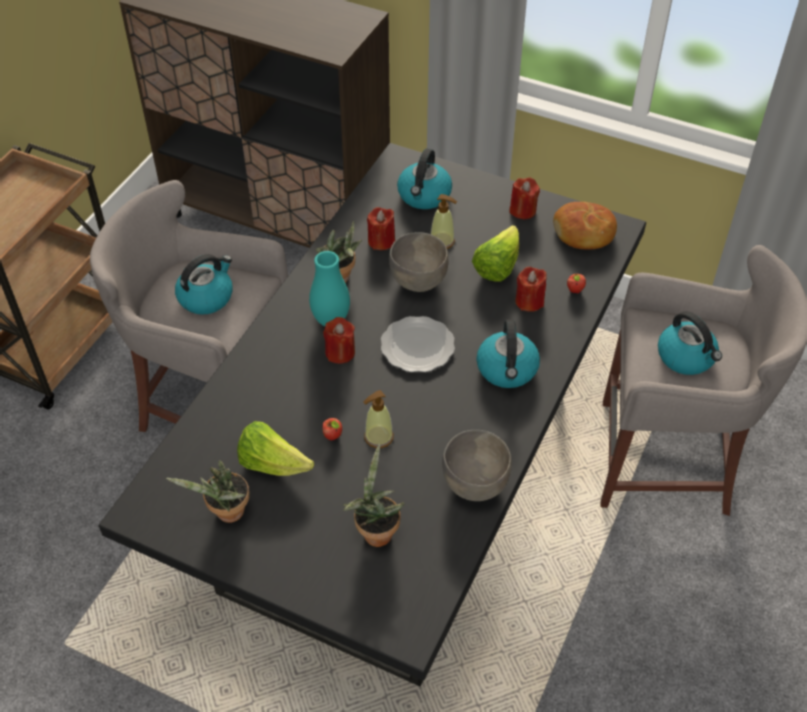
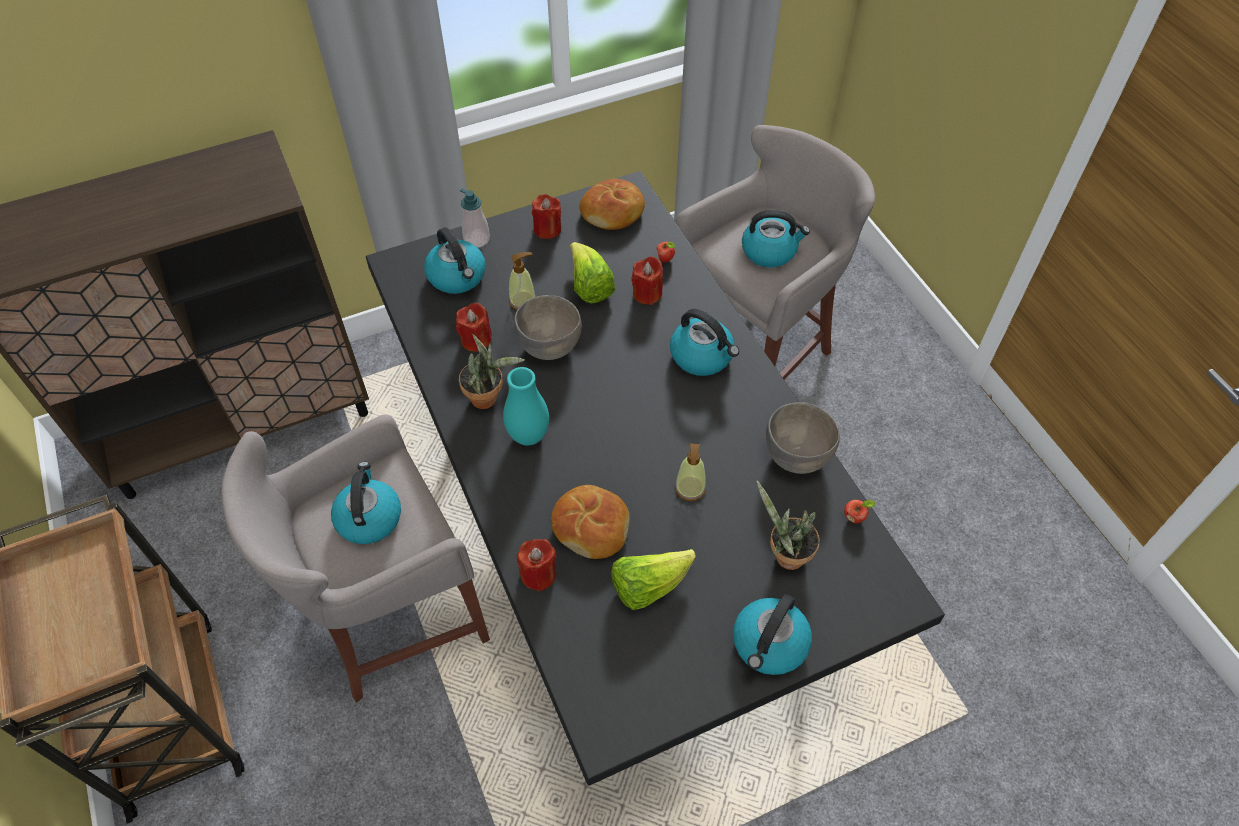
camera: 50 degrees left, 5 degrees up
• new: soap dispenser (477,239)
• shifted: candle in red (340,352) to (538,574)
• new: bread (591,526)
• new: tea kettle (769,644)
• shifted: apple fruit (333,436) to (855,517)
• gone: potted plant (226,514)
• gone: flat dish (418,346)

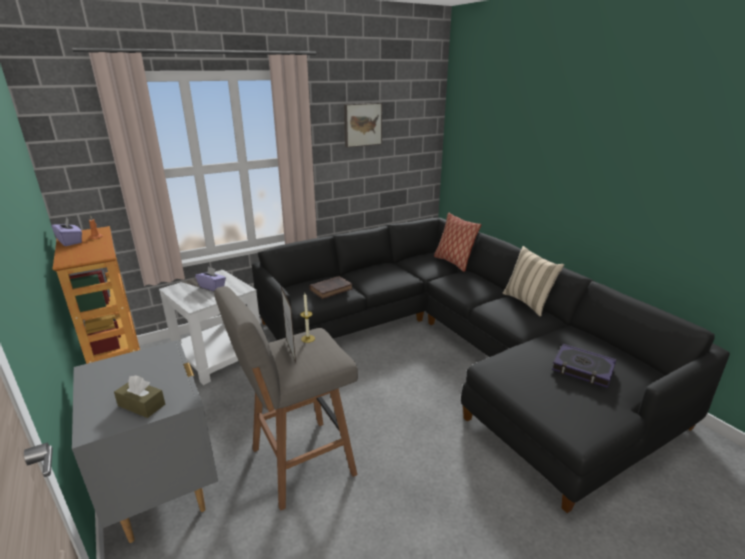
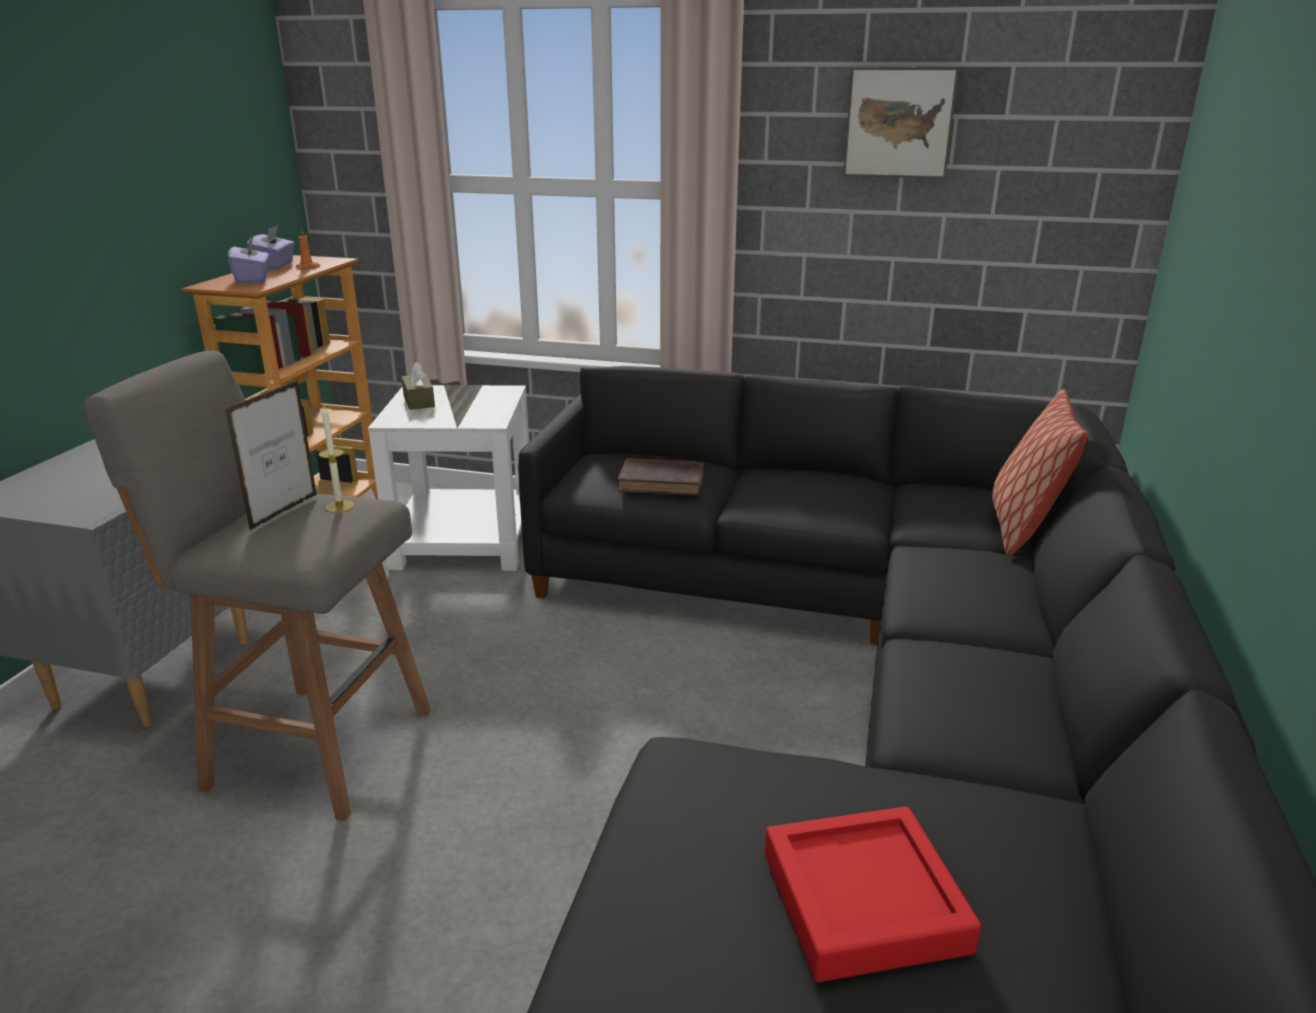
camera: 45 degrees right, 0 degrees up
• shifted: tissue holder in purple (212,287) to (253,279)
• shifted: tissue holder in brown-coloured (141,405) to (419,401)
• swapped: bound book (582,369) to tray in red (863,902)
• gone: cushion in sand-coloured (528,302)

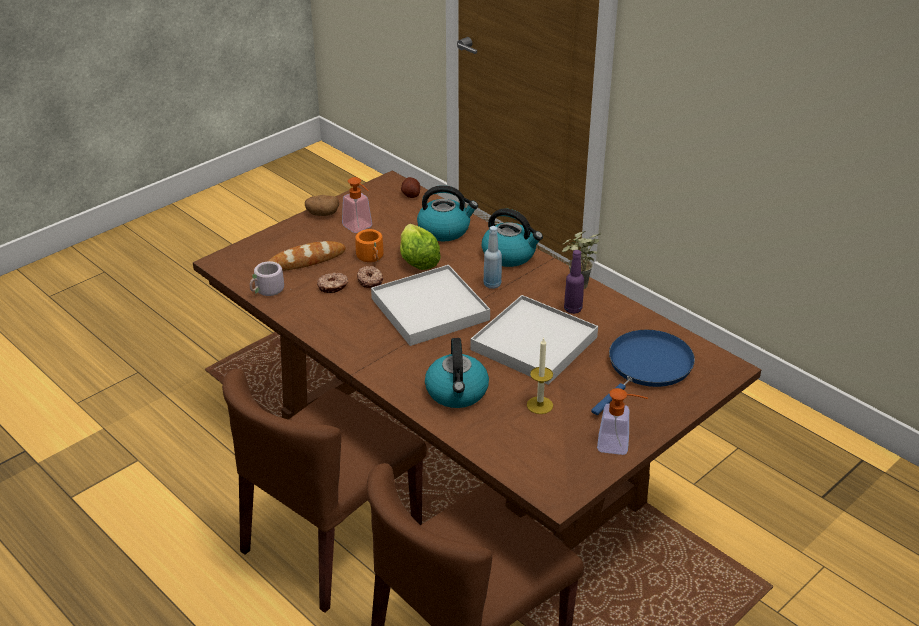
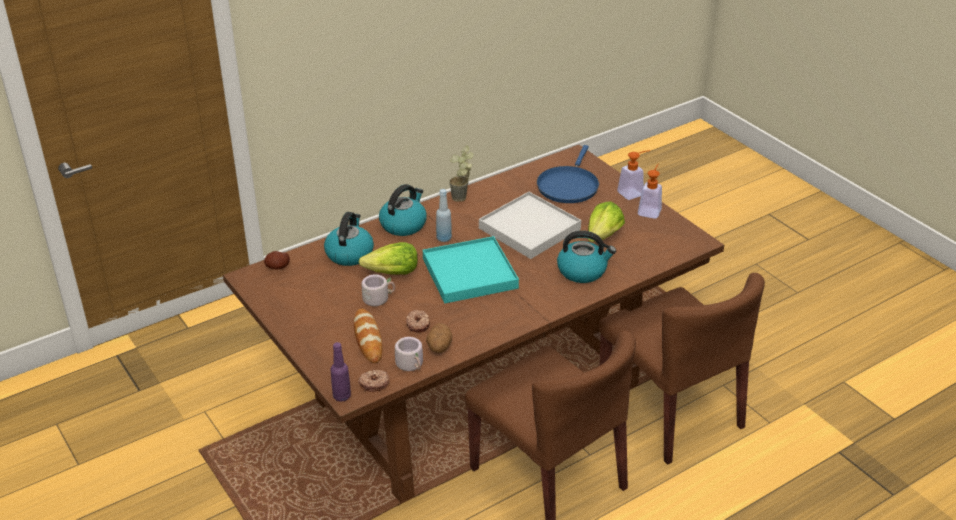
camera: 80 degrees left, 0 degrees up
• shifted: bottle in purple (573,309) to (342,396)
• shifted: doughnut (370,281) to (374,383)
• repainted: tea mug in orange-coloured (372,257) to tea mug in grey (378,298)
• repainted: tray in whitish (430,309) to tray in turquoise (470,273)
• shifted: whole potato (322,214) to (439,347)
• rotated: skillet in blue-coloured (647,367) = (568,186) 120 degrees counterclockwise
• swapped: candle (540,405) to lettuce (603,236)
• shifted: soap dispenser (360,228) to (634,192)

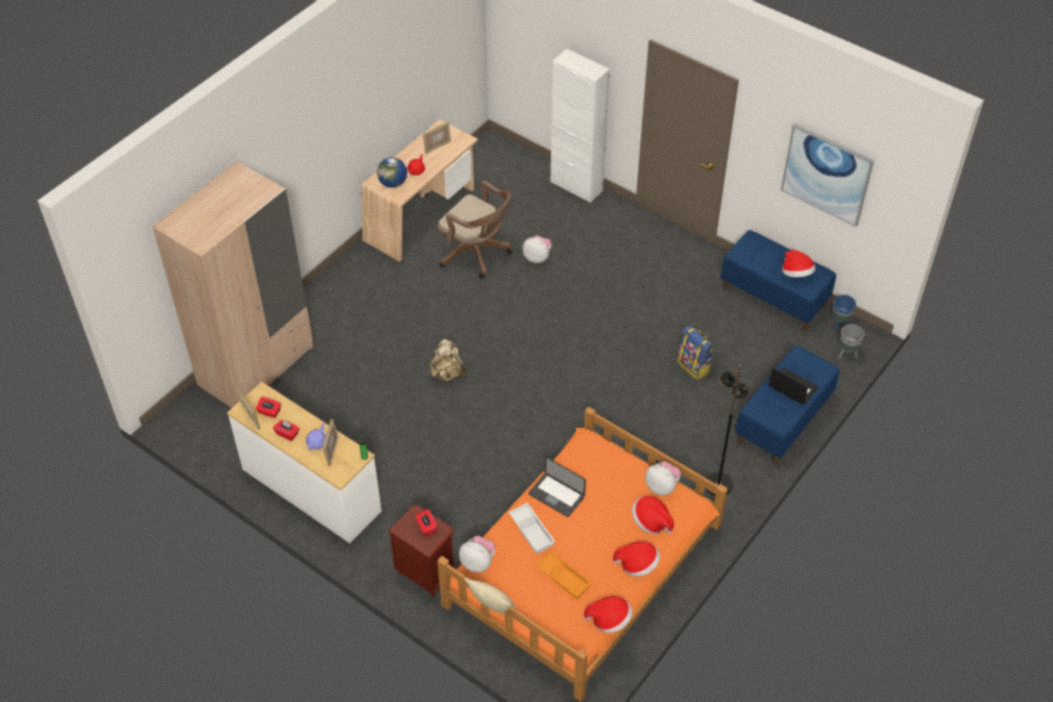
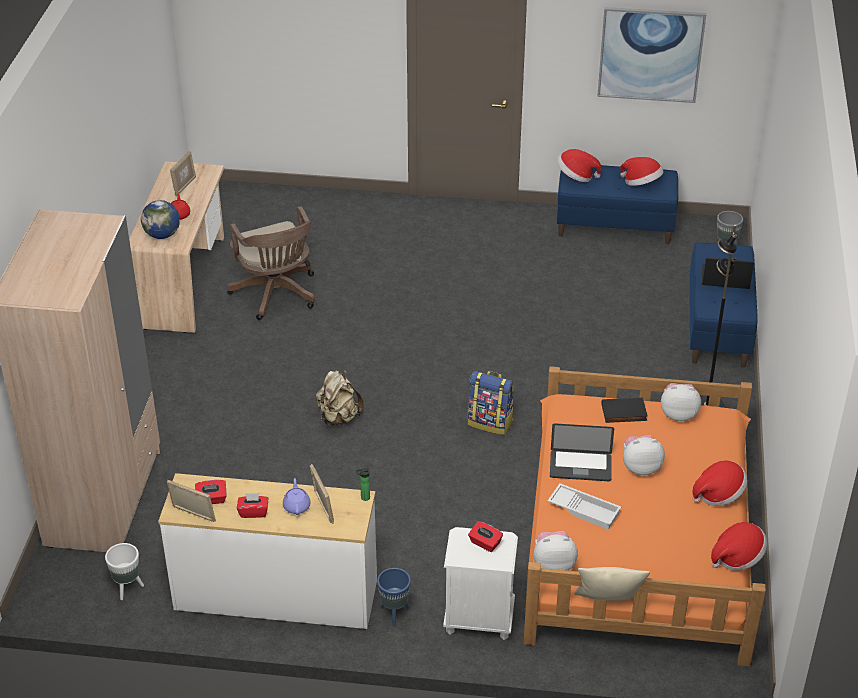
camera: 30 degrees left, 10 degrees down
• new: planter in whitish (127,588)
• rotated: desk chair in brown-coloured (476,254) = (276,295) 60 degrees clockwise
• shifted: planter in blue-coloured (839,325) to (394,614)
• repainted: bedside table in brown-coloured (426,573) to bedside table in whitish (478,619)
• shifted: knapsack (694,366) to (490,422)
• shifted: clothing hat (651,521) to (576,176)
• new: bound book in black (623,413)
• shifted: soft toy (537,257) to (640,467)
• gone: tray in orange-coloured (564,577)
• gone: cupboard in whitish (576,186)

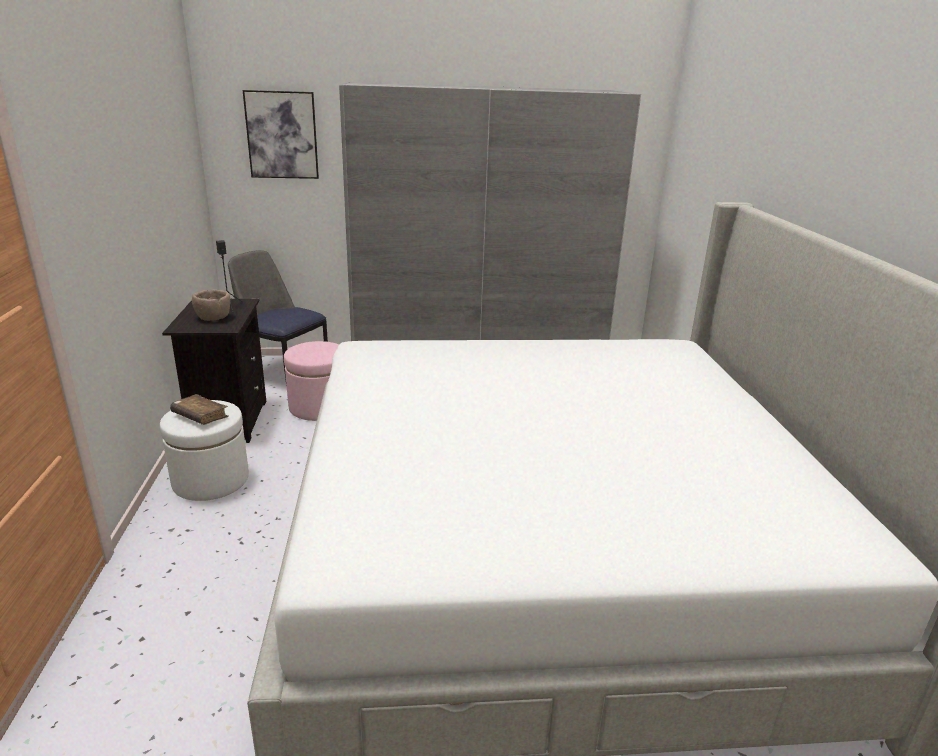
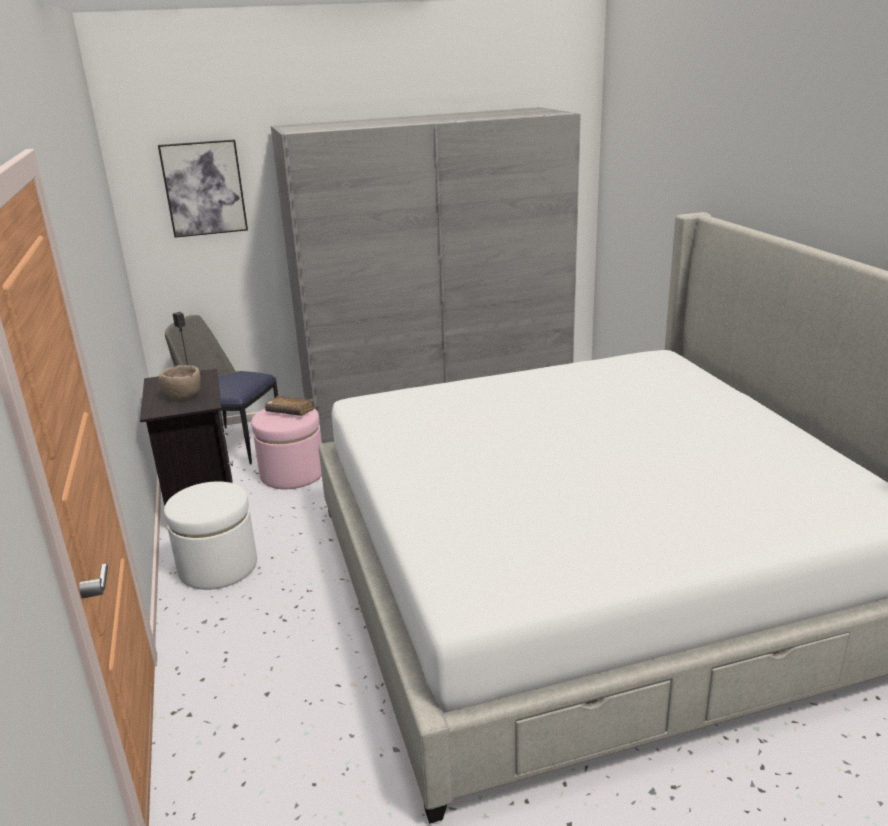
camera: 10 degrees left, 0 degrees up
• shifted: bound book in brown-coloured (200,416) to (290,412)

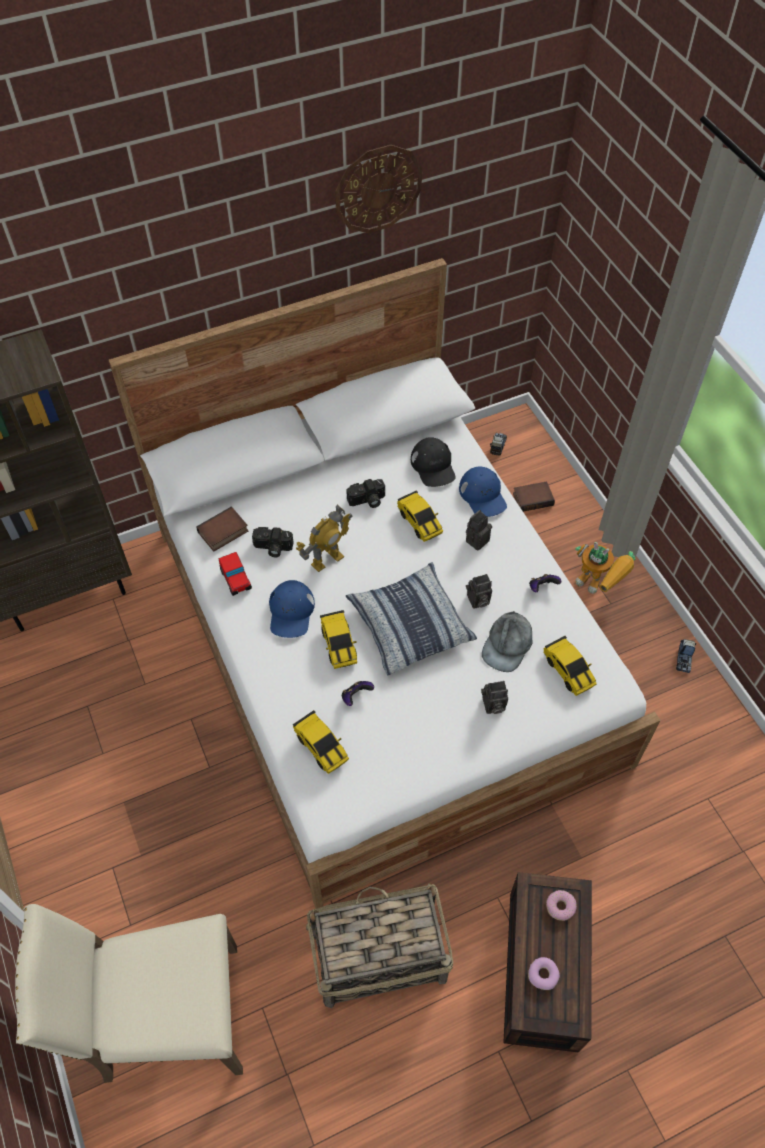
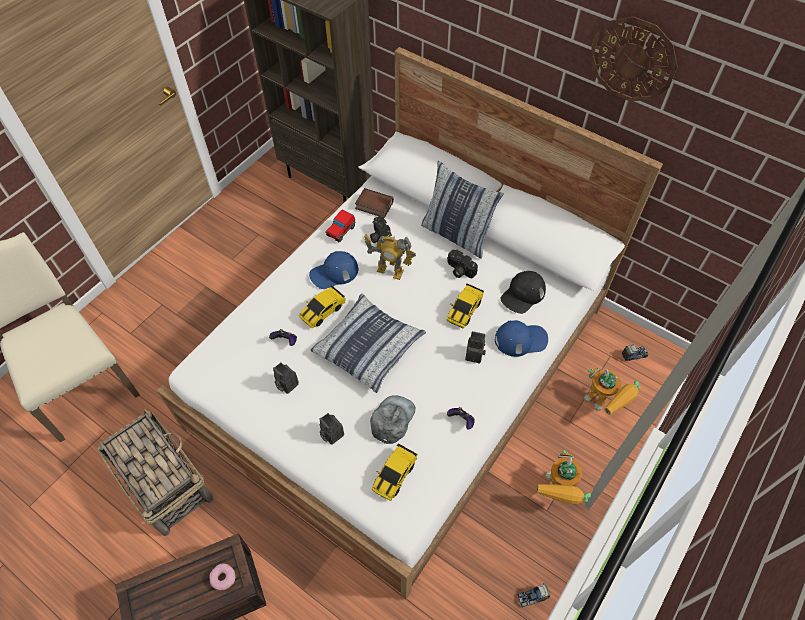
camera: 60 degrees right, 0 degrees up
• shifted: still camera (477,601) to (286,384)
• rotated: baseball cap in grey (507,644) = (392,420) 120 degrees clockwise
• new: cushion (456,235)
• rotated: baseball cap in blue-coloured (483,495) = (521,339) 135 degrees counterclockwise
• swapped: bound book (533,498) to robot figure (604,404)
• gone: model car (321,746)
• gone: doughnut (543,974)

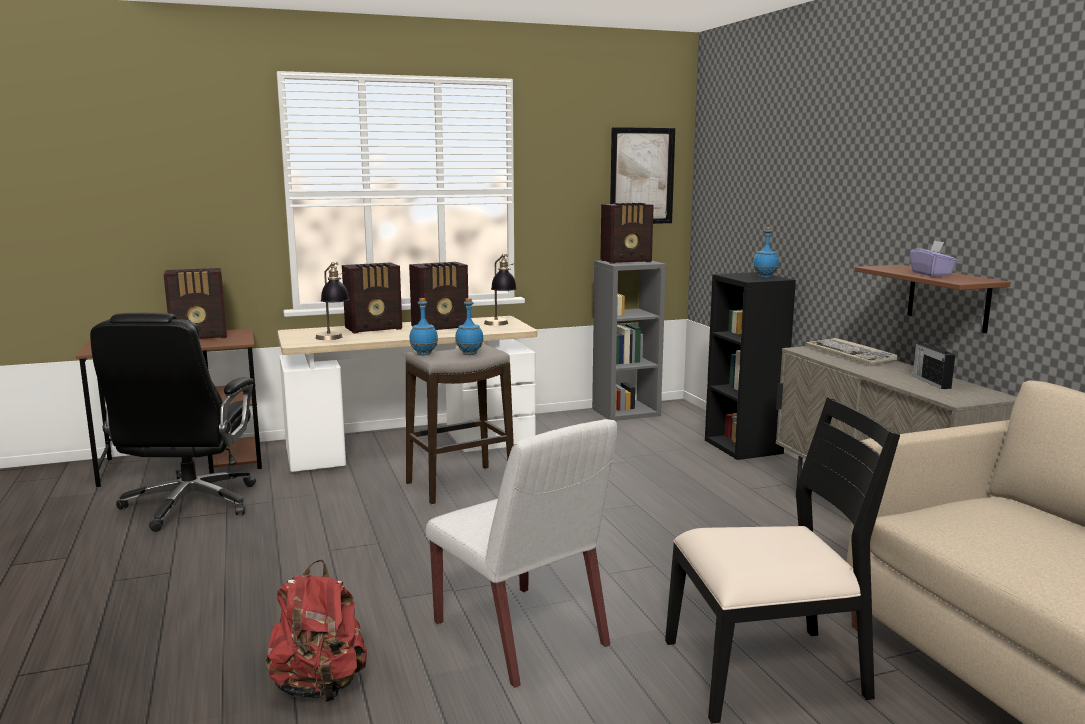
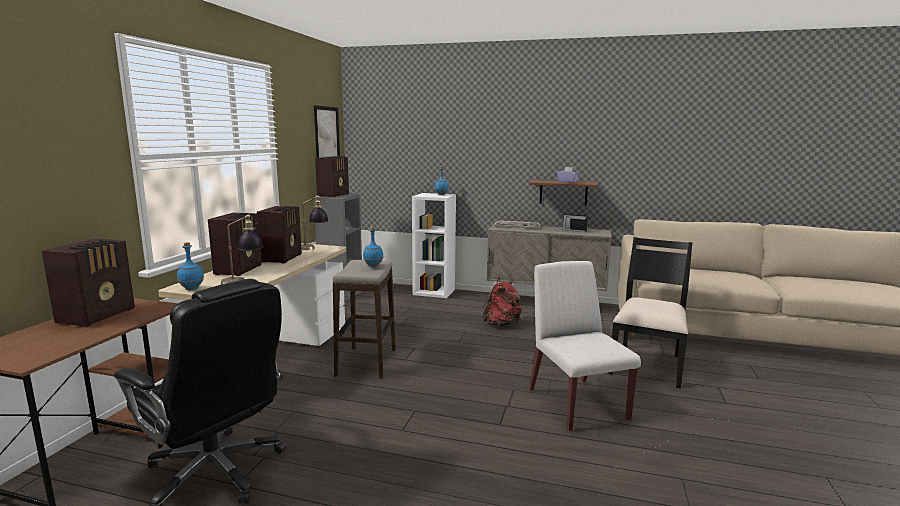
camera: 55 degrees left, 0 degrees up
• shifted: bottle in blue-coloured (424,354) to (192,289)
• repainted: bookshelf in black (744,447) to bookshelf in whitish (434,292)
• shifted: knapsack in red (320,687) to (501,324)
• rotated: upright chair in whitish (521,635) = (576,403) 105 degrees counterclockwise

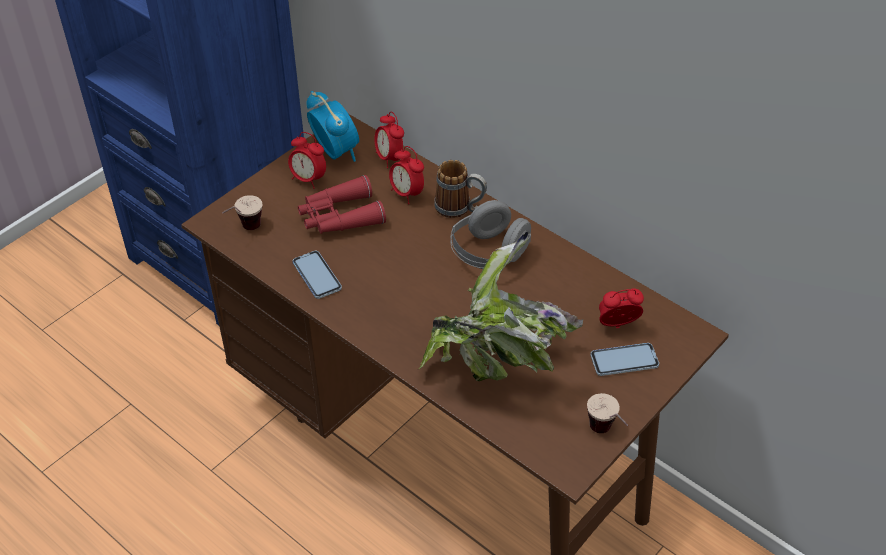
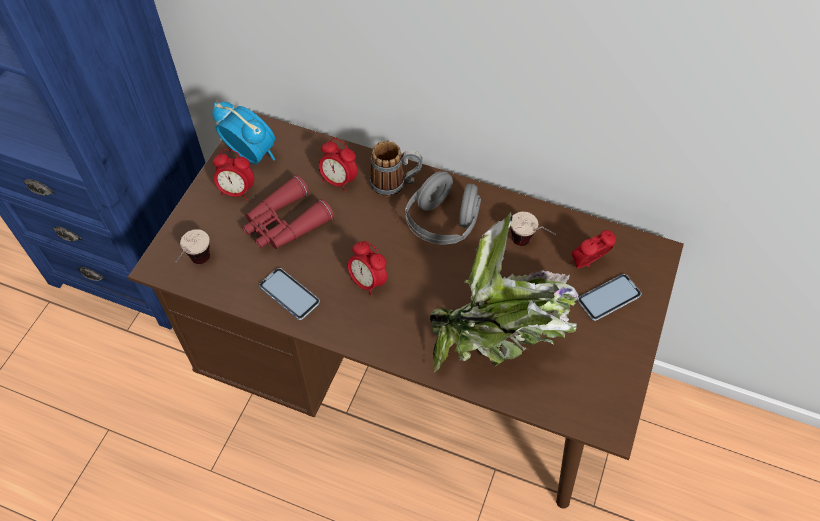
camera: 20 degrees left, 10 degrees up
• shifted: table clock (389,158) to (367,282)
• shifted: small cup (606,435) to (529,245)

